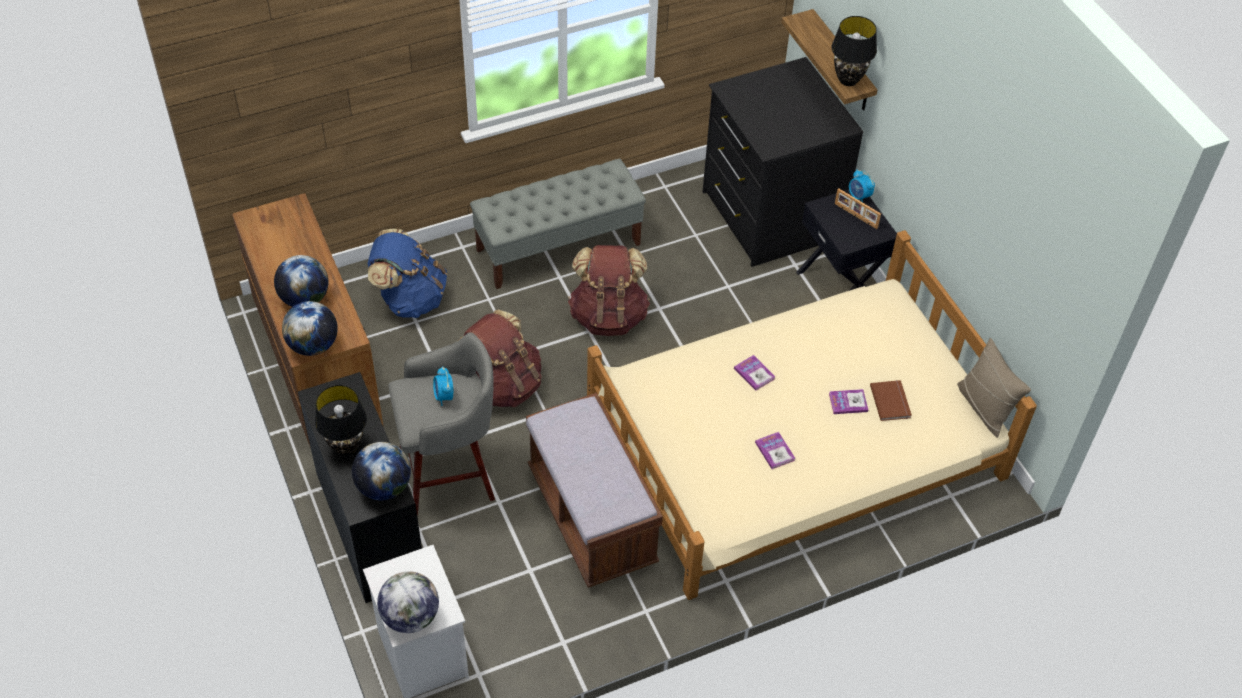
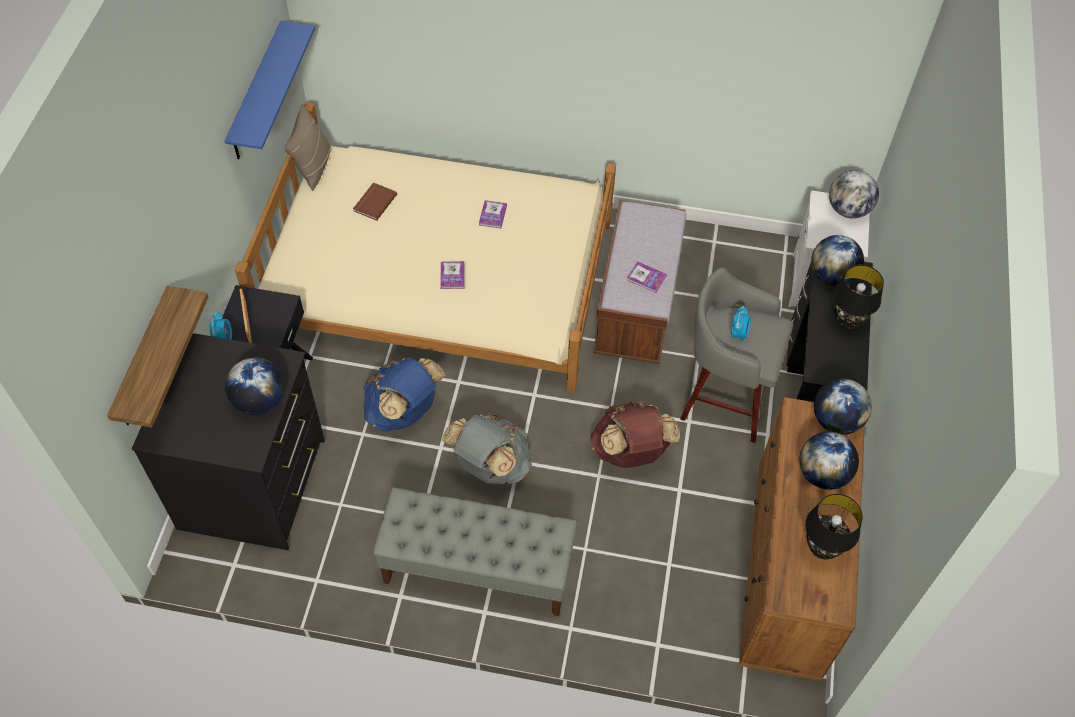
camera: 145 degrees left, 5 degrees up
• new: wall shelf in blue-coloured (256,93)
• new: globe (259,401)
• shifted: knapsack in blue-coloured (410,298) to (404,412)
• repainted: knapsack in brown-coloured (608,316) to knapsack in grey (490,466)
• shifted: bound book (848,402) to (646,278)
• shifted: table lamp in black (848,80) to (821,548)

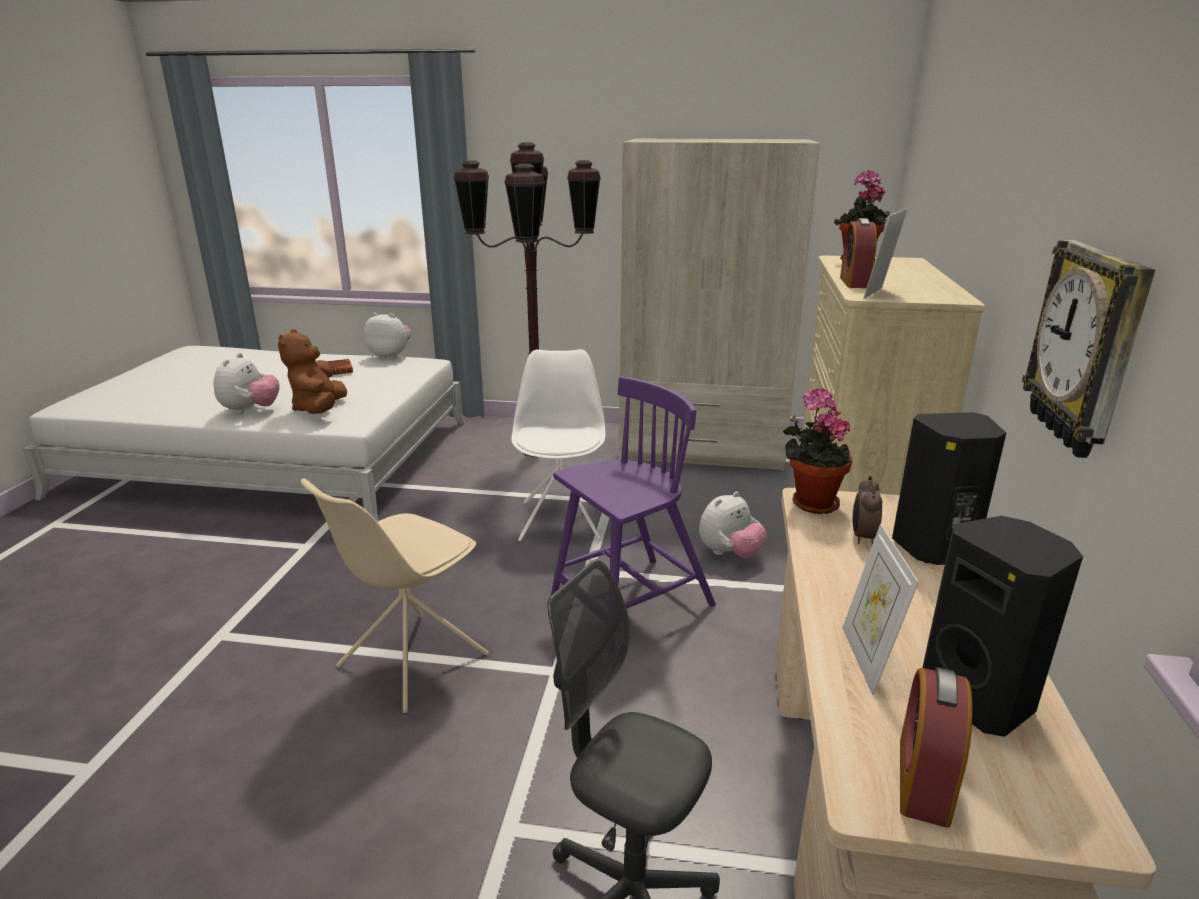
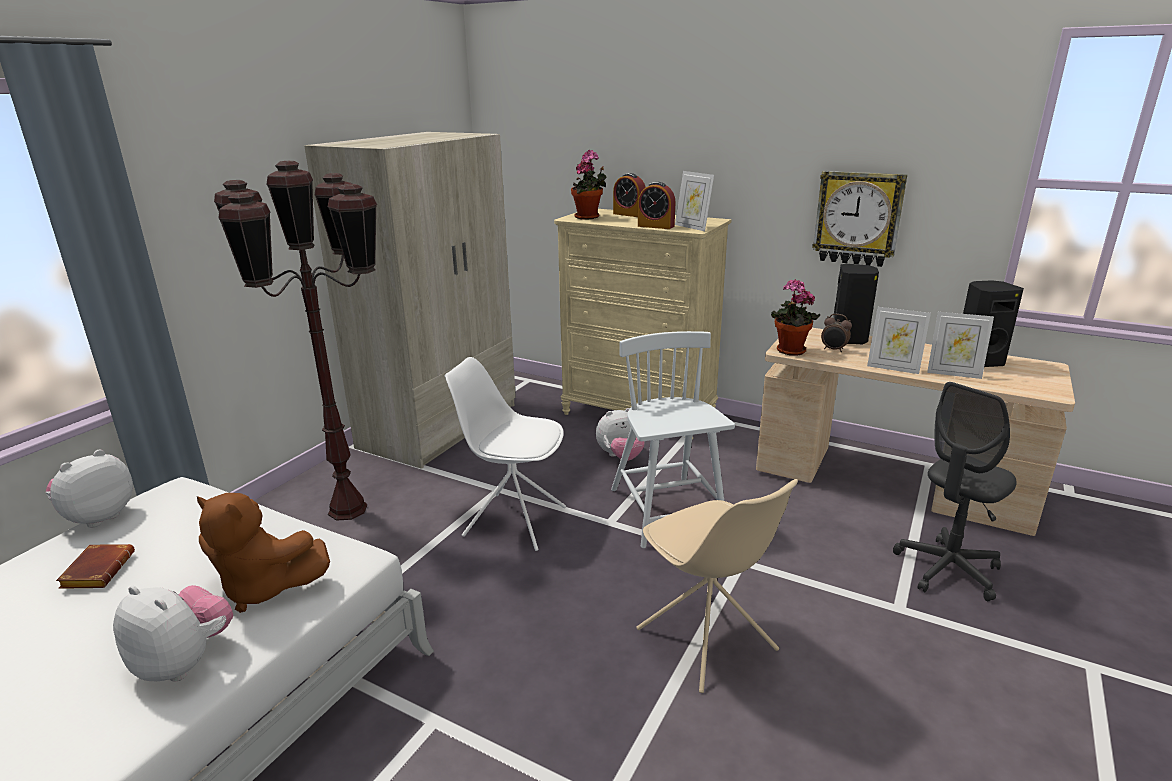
camera: 70 degrees left, 0 degrees up
• rotated: soft toy (729,553) = (620,457) 90 degrees clockwise
• repainted: upright chair in purple (630,604) to upright chair in whitish (667,512)
• shifted: table clock (923,780) to (629,214)
• new: picture frame (893,368)

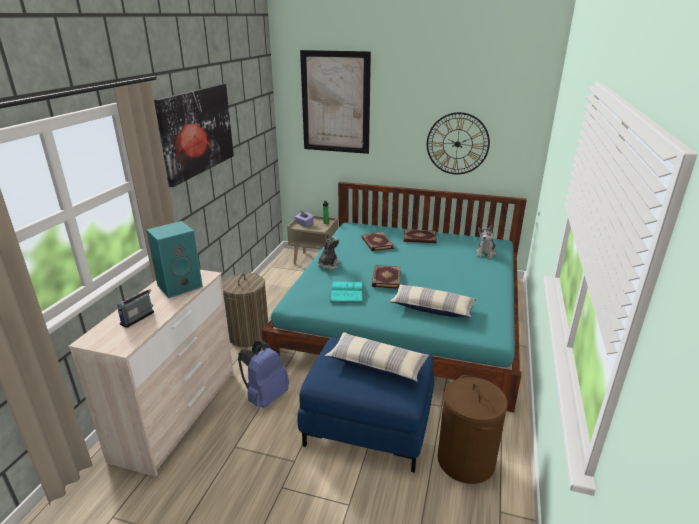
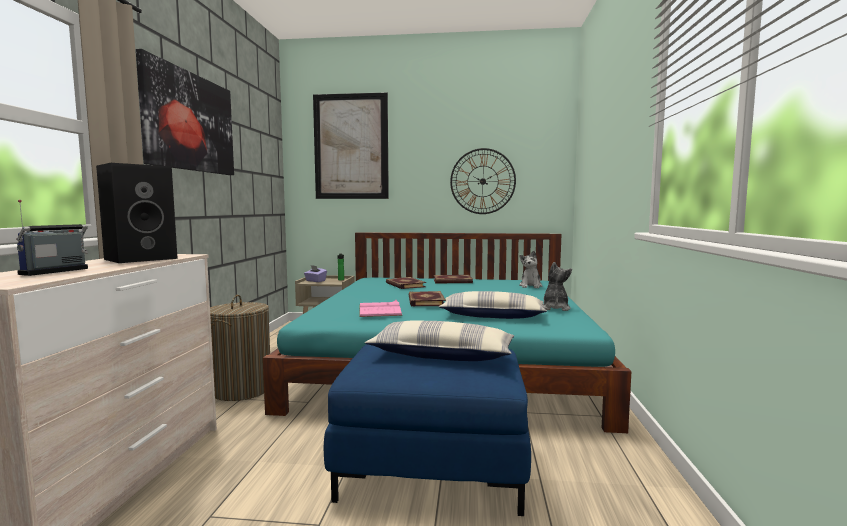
camera: 10 degrees left, 20 degrees down
• repainted: loudspeaker in turquoise (180,285) to loudspeaker in black (142,258)
• repainted: bound book in turquoise (347,292) to bound book in pink (379,310)
• shifted: soft toy (328,265) to (555,308)
• gone: knapsack in blue-coloured (265,396)
• gone: laundry basket in brown-coloured (466,461)

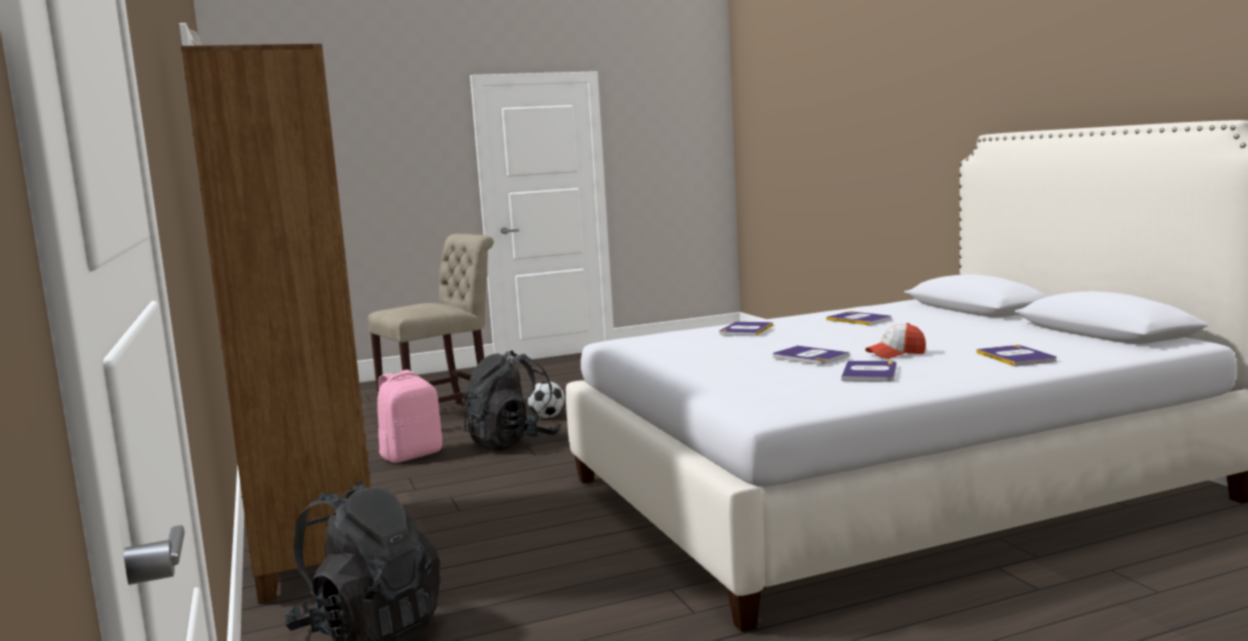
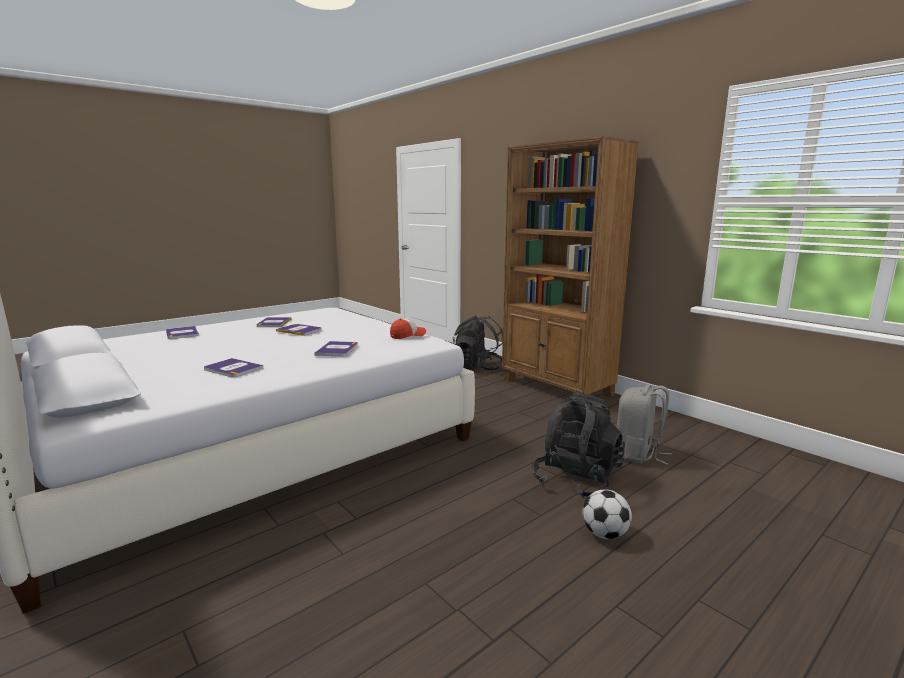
camera: 160 degrees right, 5 degrees up
• shifted: baseball cap (896,354) to (408,335)
• repainted: knapsack in pink (411,455) to knapsack in grey (638,454)
• gone: upright chair in sand-coloured (443,417)

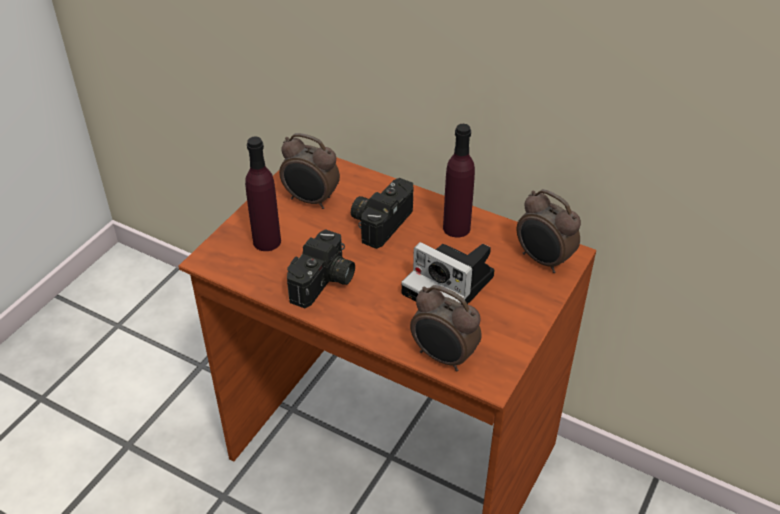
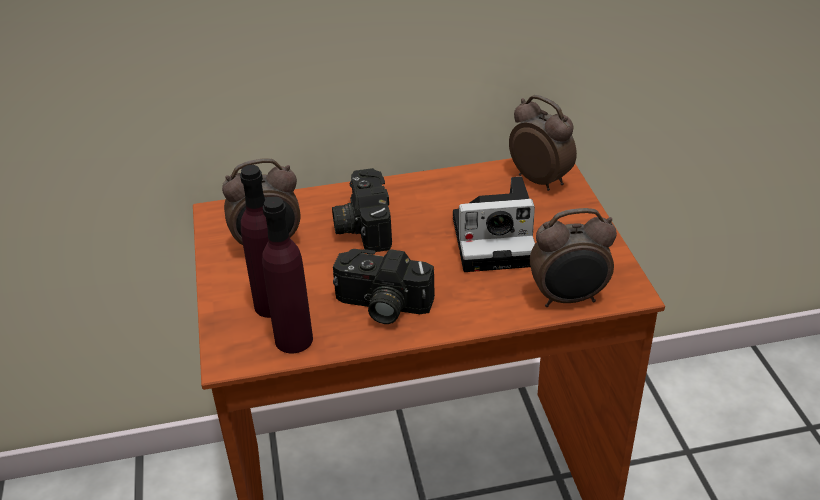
camera: 40 degrees left, 5 degrees down
• shifted: bottle in purple (456,228) to (294,339)
• rotated: still camera (324,283) = (381,306) 120 degrees clockwise
• rotated: table clock (543,260) = (540,179) 135 degrees counterclockwise

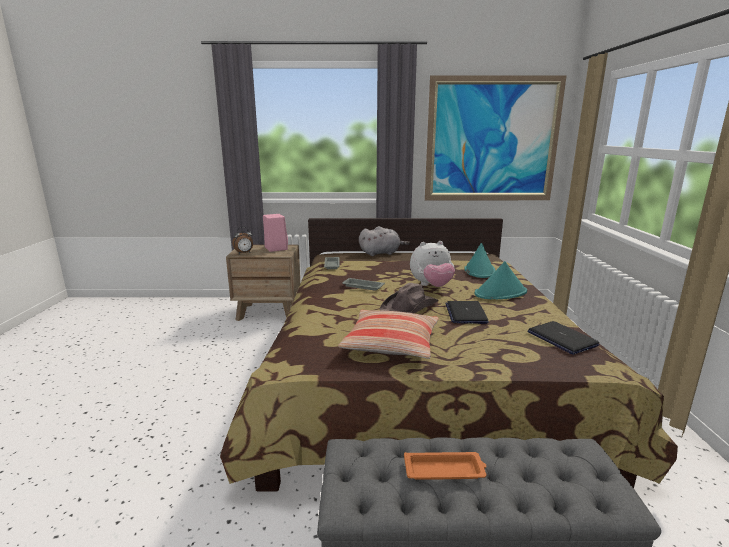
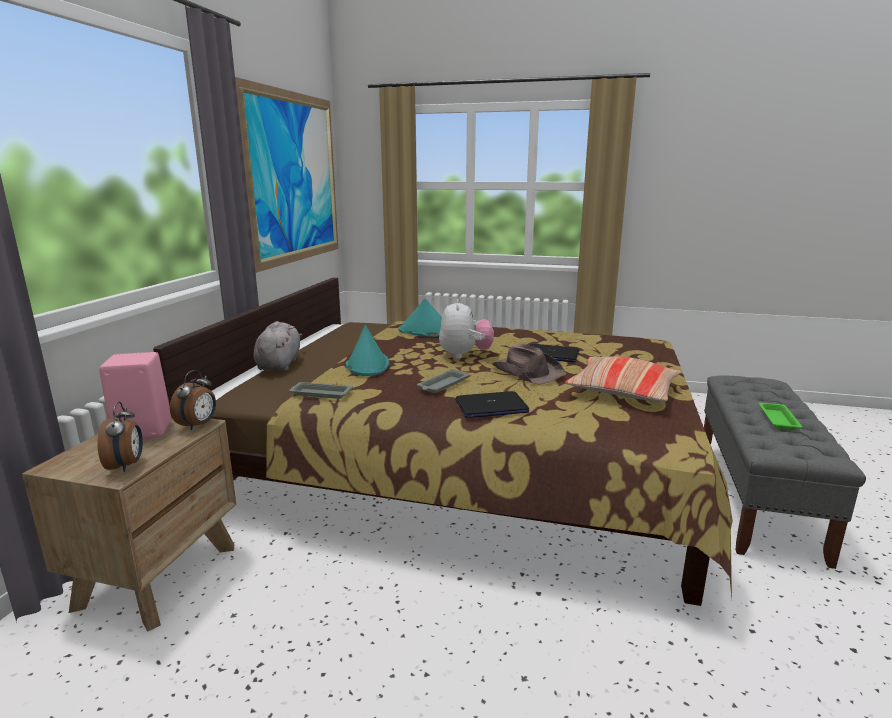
camera: 75 degrees left, 0 degrees up
• new: table clock (198,425)
• shifted: clothing hat in turquoise (501,293) to (367,365)
• shifted: notebook computer (561,339) to (491,407)
• repainted: tray in orange-coloured (445,470) to tray in green-coloured (778,419)

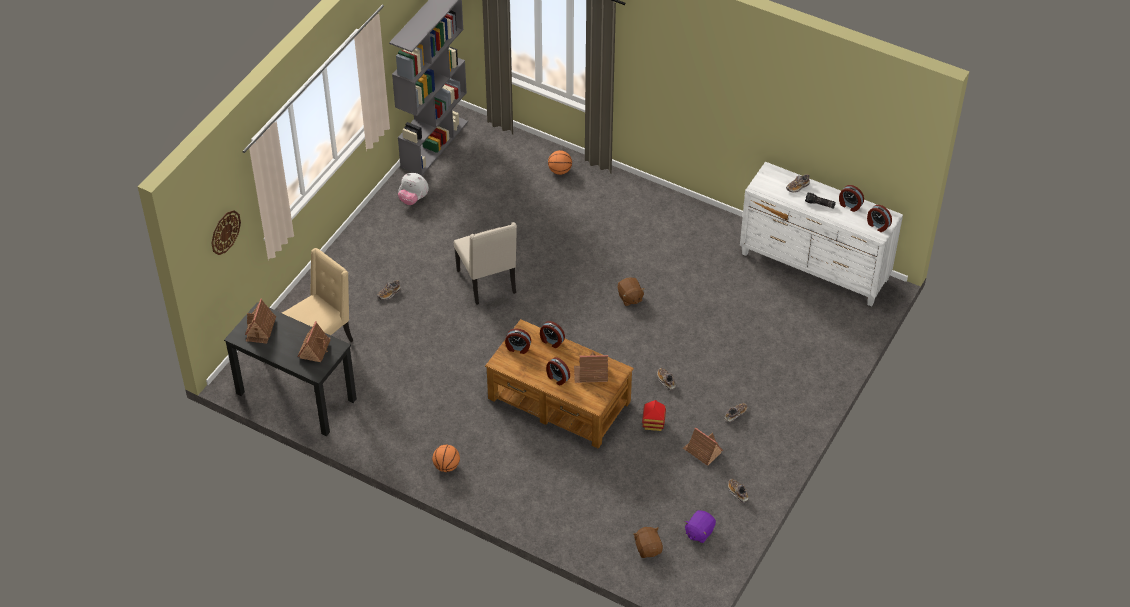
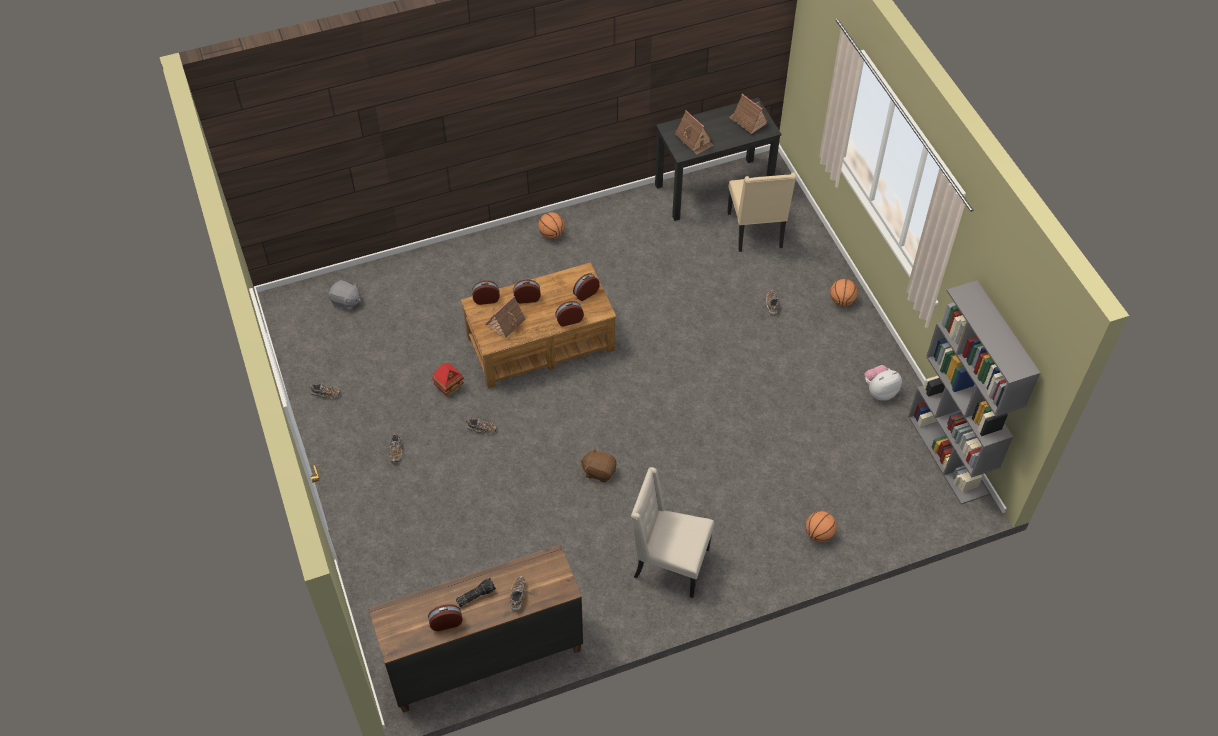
camera: 130 degrees right, 5 degrees up
• repainted: soft toy in brown-coloured (648,548) to soft toy in grey (346,302)
• repainted: dresser in whitish (814,267) to dresser in brown-coloured (483,657)
• shifted: table clock (877,225) to (486,299)
• shifted: upright chair in sand-coloured (488,282) to (669,564)
• new: ball for basketball (842,301)
• gone: wall clock (225,232)
• gone: model house (702,451)
• gone: soft toy in purple (699,532)

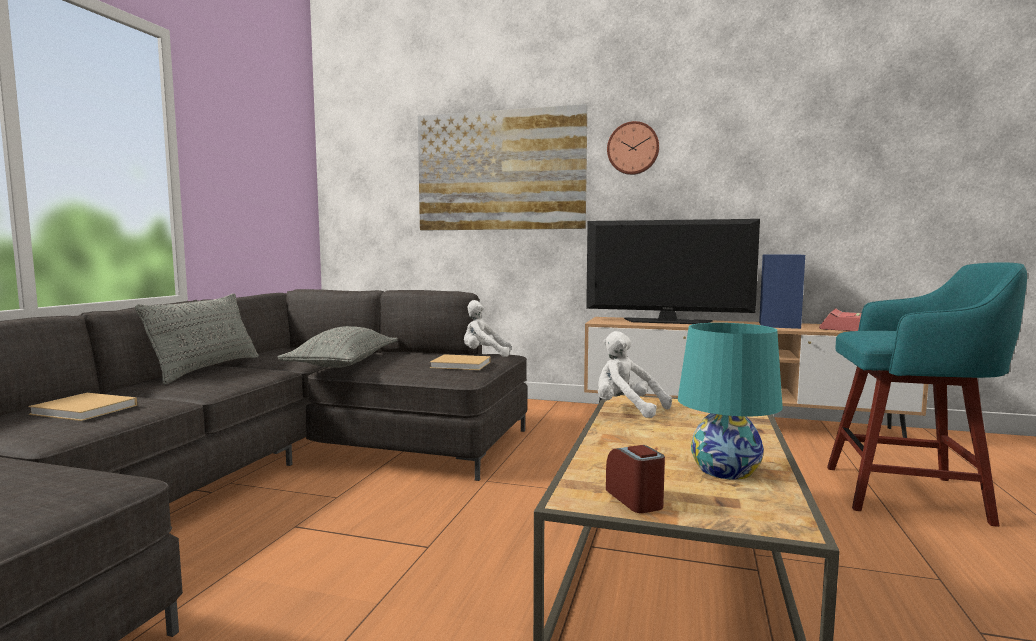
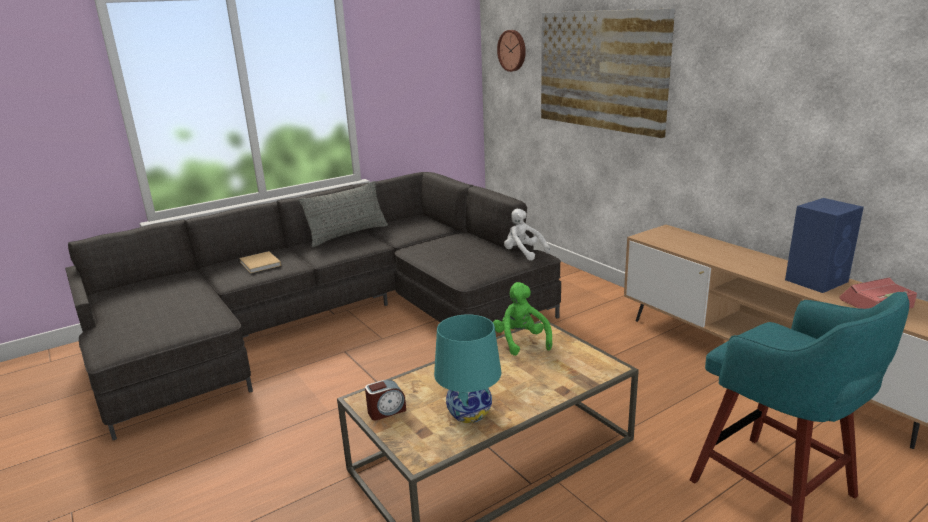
camera: 40 degrees right, 15 degrees up
• rotated: table clock (635,499) = (386,411) 45 degrees clockwise
• repainted: soft toy in whitish (626,409) to soft toy in green-coloured (521,341)
• shifted: wall clock (633,148) to (513,50)
• gone: cushion in grey (344,364)
• gone: bound book in sand-coloured (462,365)
• gone: television (667,321)

